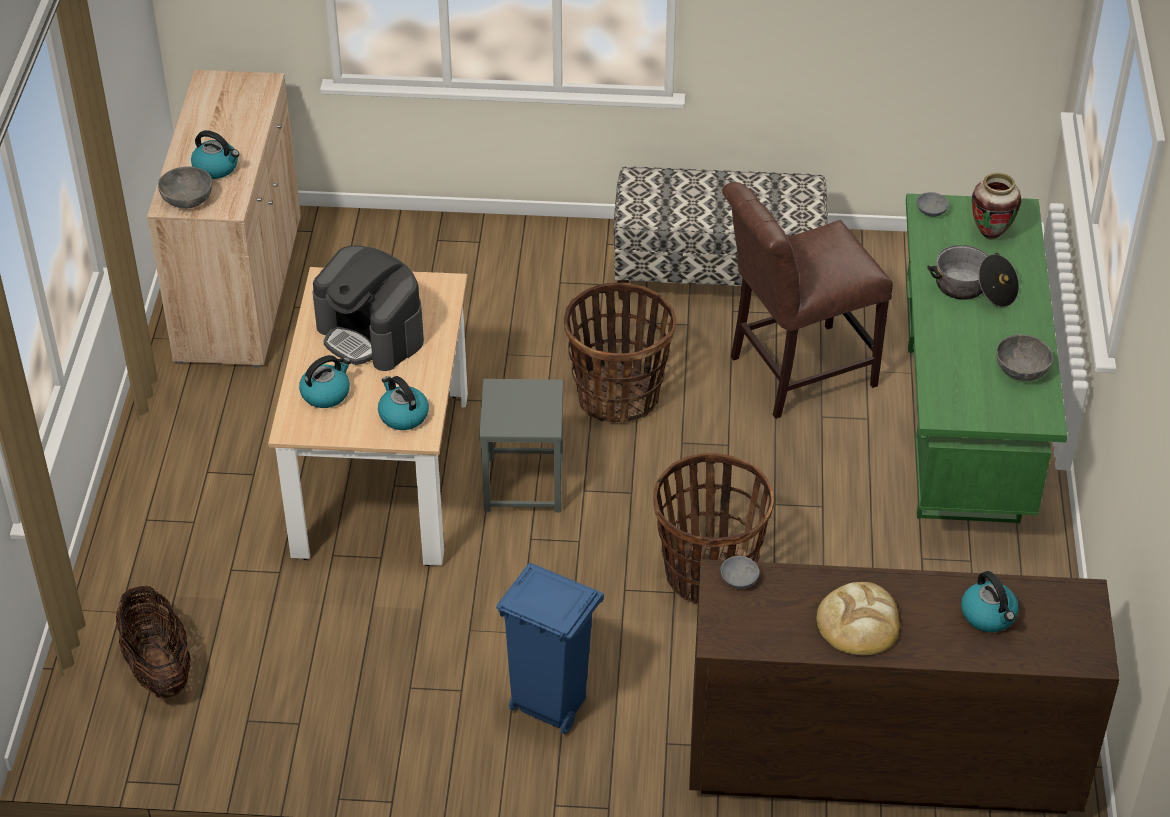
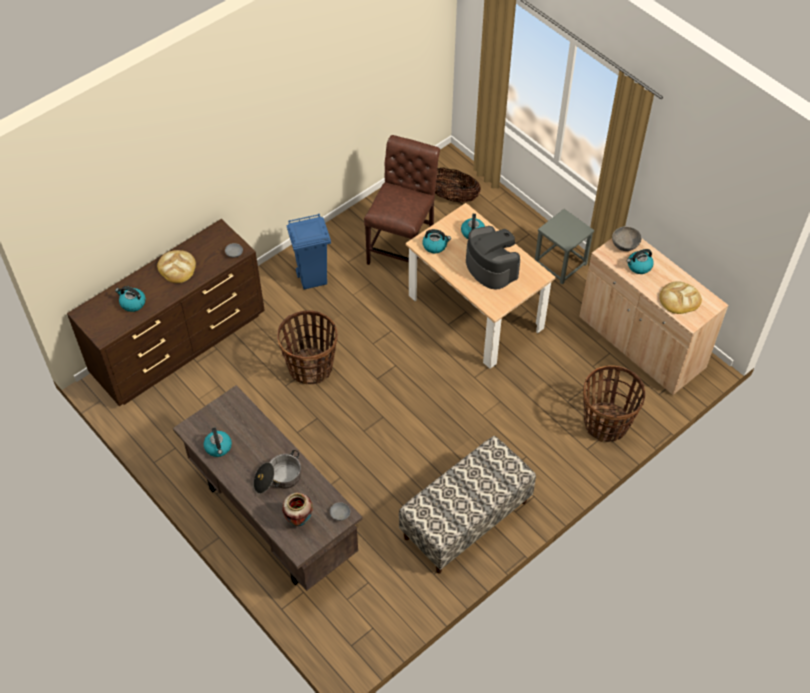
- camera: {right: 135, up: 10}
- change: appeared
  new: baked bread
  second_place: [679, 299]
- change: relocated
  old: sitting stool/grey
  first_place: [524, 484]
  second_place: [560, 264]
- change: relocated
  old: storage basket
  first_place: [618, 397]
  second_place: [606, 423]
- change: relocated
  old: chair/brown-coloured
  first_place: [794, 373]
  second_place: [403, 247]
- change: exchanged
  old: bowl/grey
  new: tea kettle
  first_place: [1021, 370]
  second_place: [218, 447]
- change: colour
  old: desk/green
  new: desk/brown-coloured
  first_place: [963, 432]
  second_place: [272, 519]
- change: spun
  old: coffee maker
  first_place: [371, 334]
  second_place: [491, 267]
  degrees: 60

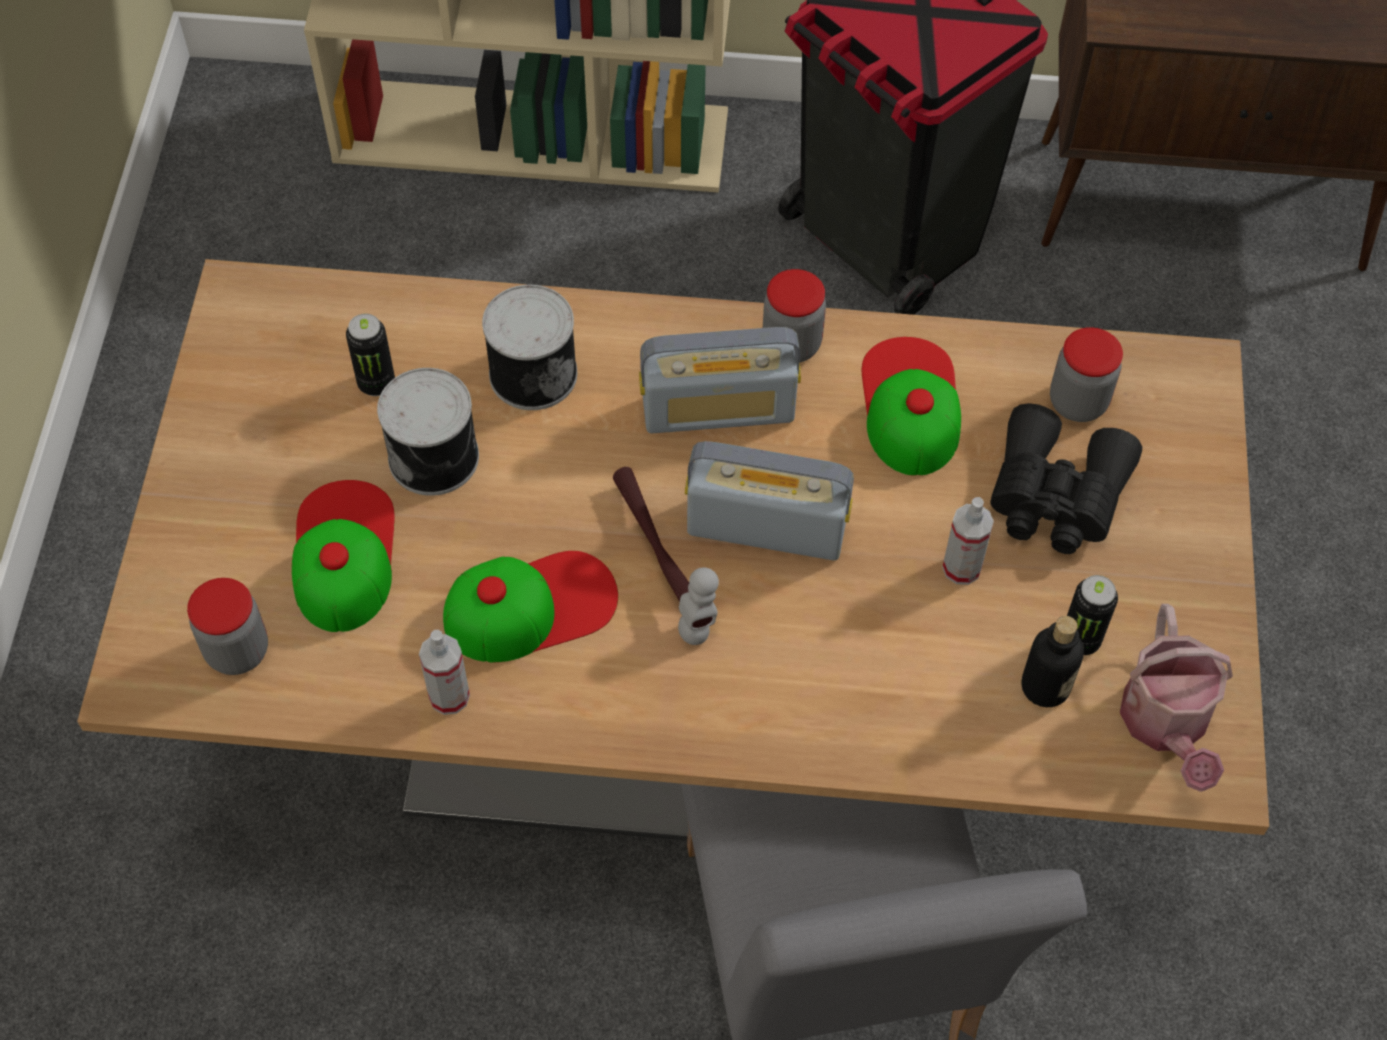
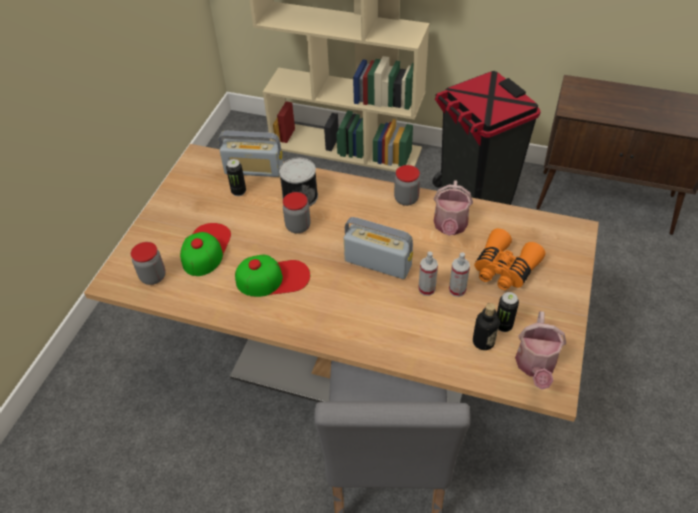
- camera: {right: 15, up: -10}
- change: missing
  old: sealed can
  first_place: [436, 456]
- change: missing
  old: hammer
  first_place: [663, 562]
- change: relocated
  old: hand sprayer
  first_place: [449, 696]
  second_place: [426, 289]
- change: relocated
  old: radio set
  first_place: [718, 409]
  second_place: [254, 170]
- change: relocated
  old: jar
  first_place: [1078, 402]
  second_place: [298, 226]
- change: exchanged
  old: peaked cap
  new: sprinkling can
  first_place: [910, 405]
  second_place: [450, 227]
- change: colour
  old: field glasses/blackish
  new: field glasses/orangey
  first_place: [1055, 497]
  second_place: [504, 269]

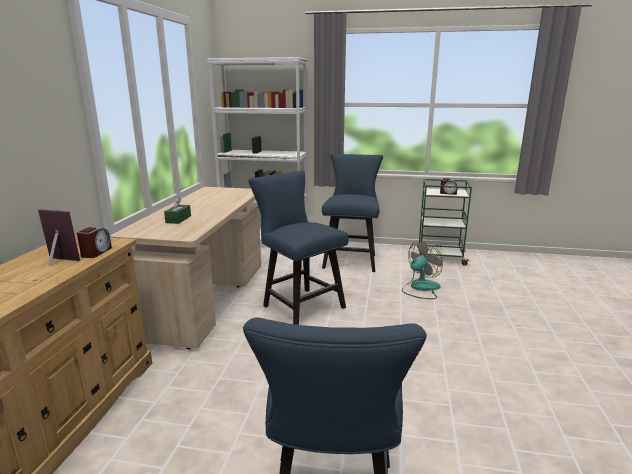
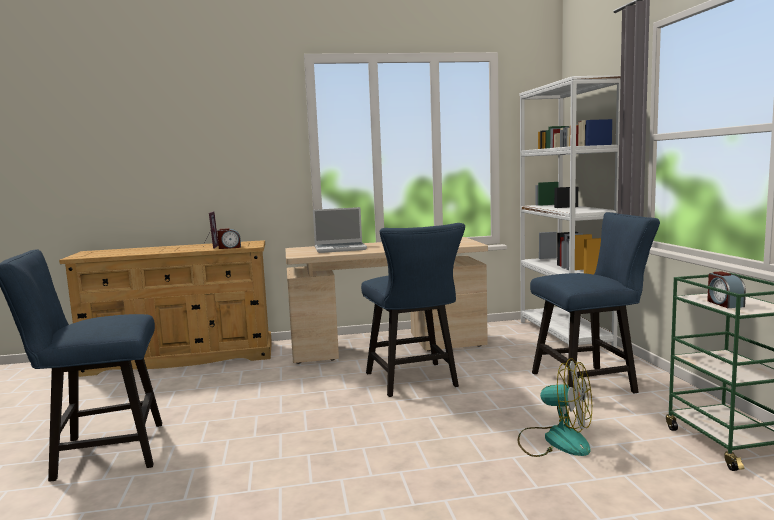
- camera: {right: 70, up: -10}
- change: exchanged
  old: box of tissues/green
  new: portable computer
  first_place: [178, 219]
  second_place: [341, 248]
- change: spun
  old: chair/blue
  first_place: [299, 305]
  second_place: [414, 382]
  degrees: 135

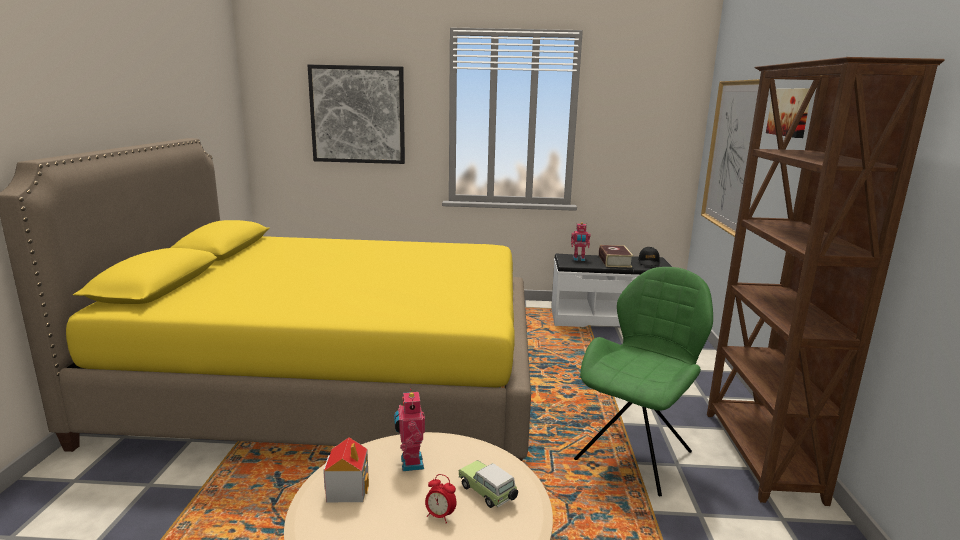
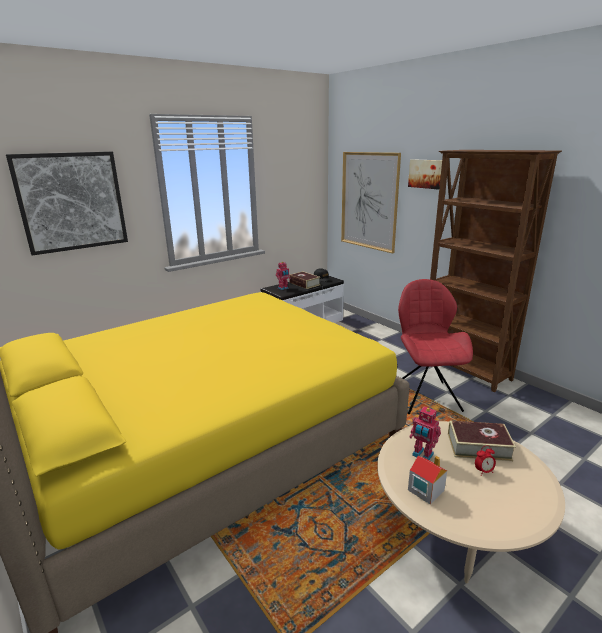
- camera: {right: -40, up: 5}
- change: exchanged
  old: miniature car
  new: volume
  first_place: [488, 493]
  second_place: [478, 446]
- change: colour
  old: chair/green
  new: chair/reddish
  first_place: [635, 454]
  second_place: [425, 396]

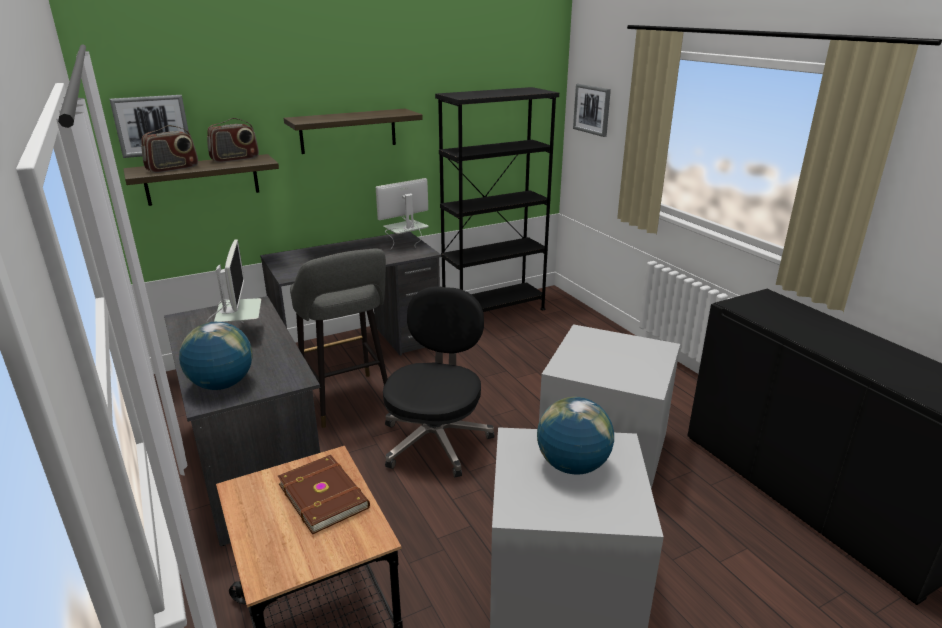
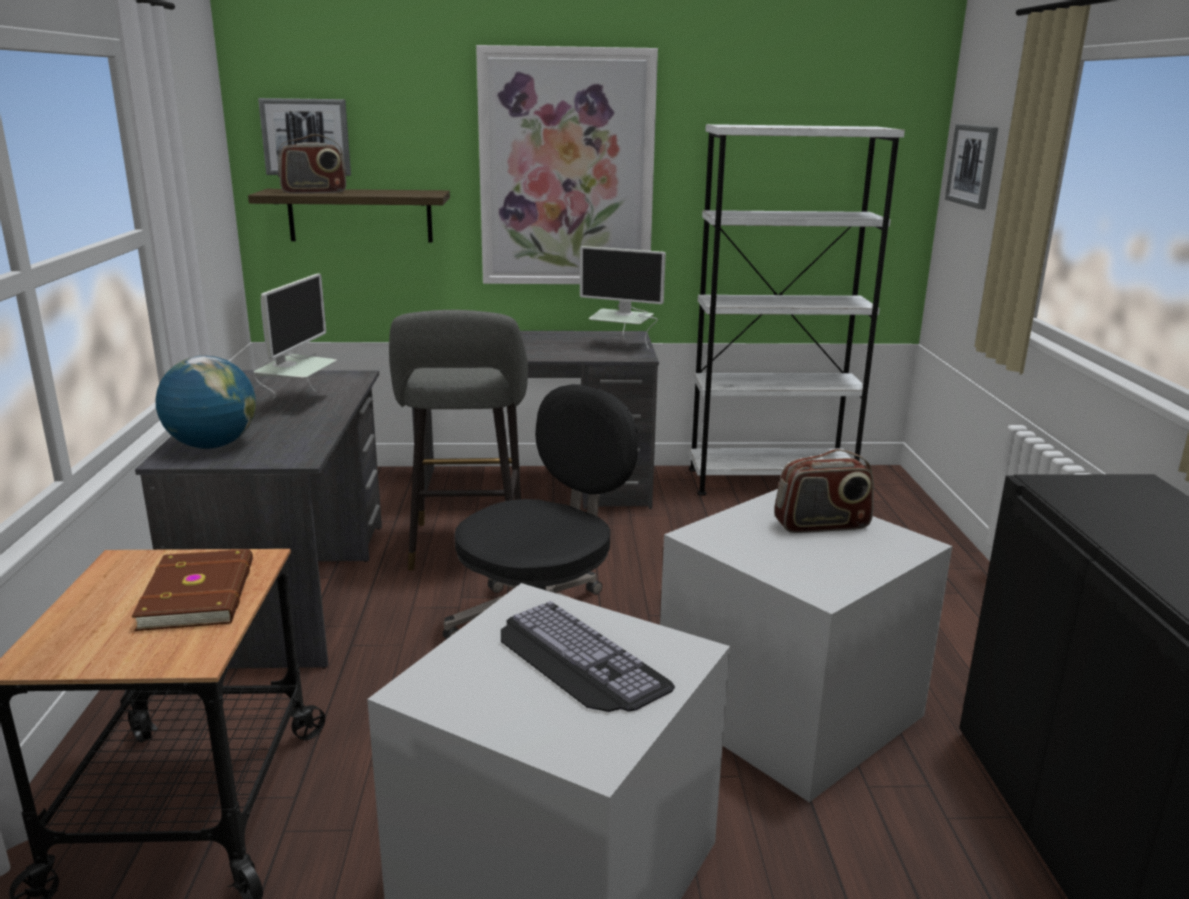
- camera: {right: 25, up: -5}
- change: relocated
  old: radio set
  first_place: [235, 159]
  second_place: [822, 525]
- change: exchanged
  old: bracket shelf
  new: picture
  first_place: [348, 131]
  second_place: [566, 169]
- change: exchanged
  old: desk globe
  new: PC keyboard
  first_place: [572, 465]
  second_place: [574, 658]
- change: colour
  old: bookshelf/blackish
  new: bookshelf/whitish
  first_place: [493, 311]
  second_place: [770, 481]
- change: spun
  old: computer display
  first_place: [406, 246]
  second_place: [621, 346]
  degrees: -150

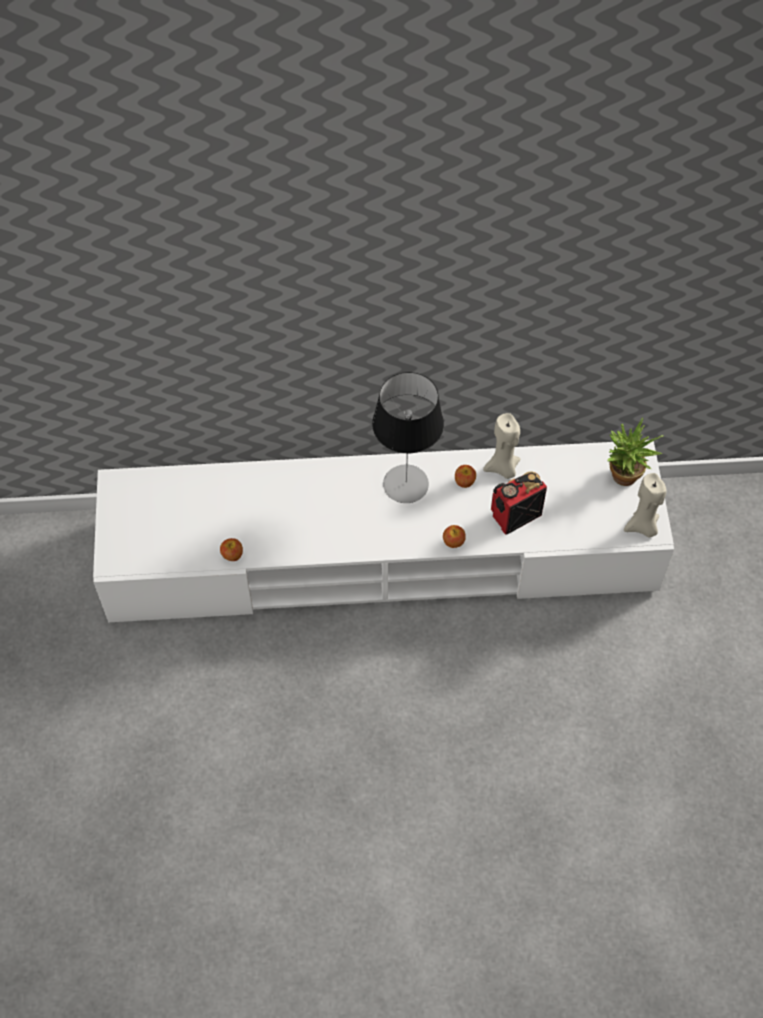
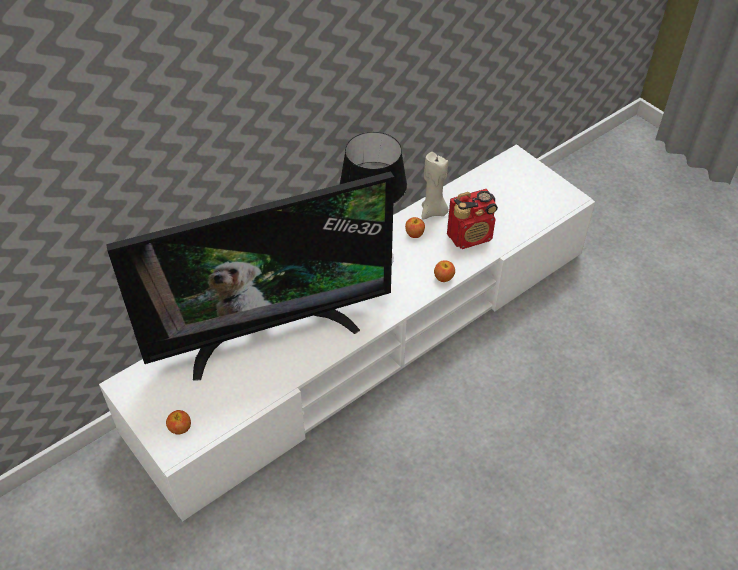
- camera: {right: -35, up: -10}
- change: missing
  old: potted plant
  first_place: [622, 479]
- change: missing
  old: wax candle/beige-coloured
  first_place: [642, 527]
- change: appeared
  new: TV
  second_place: [269, 332]
- change: relocated
  old: apple fruit
  first_place: [232, 555]
  second_place: [180, 428]
- change: spun
  old: radio set
  first_place: [514, 515]
  second_place: [470, 237]
  degrees: -135

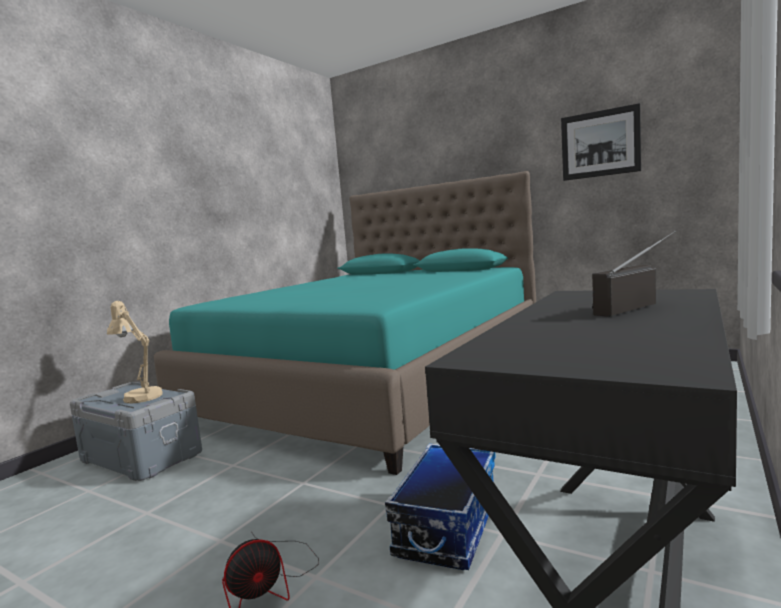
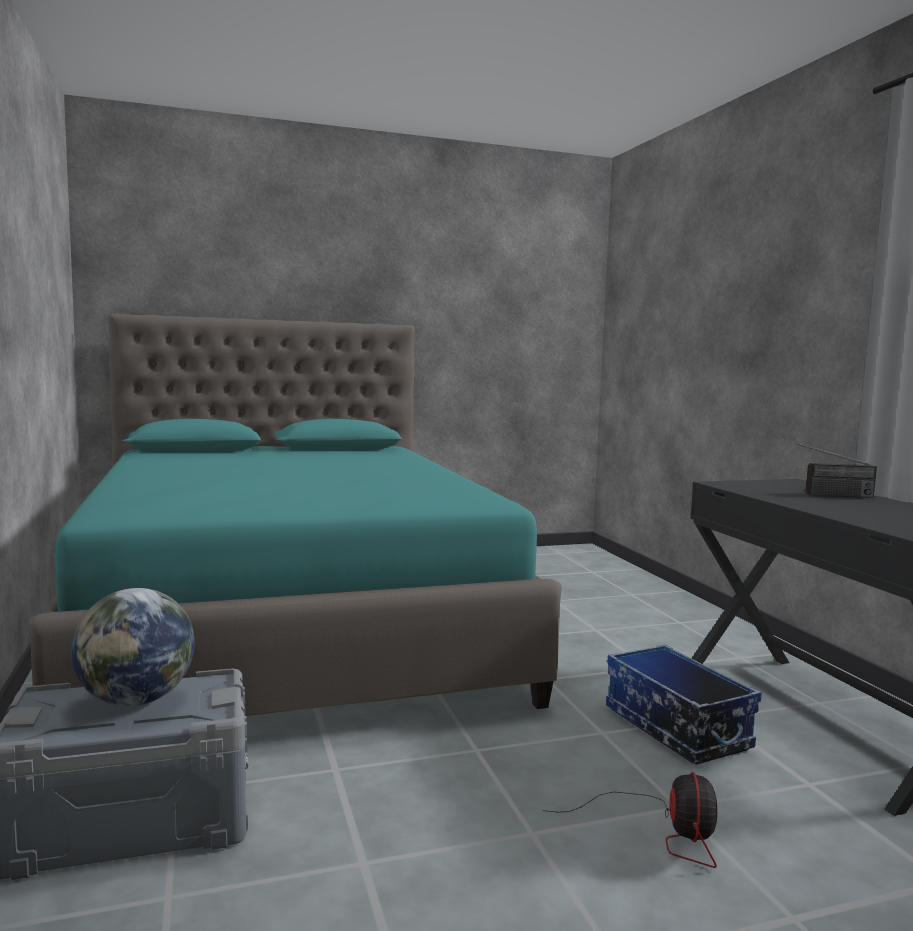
- camera: {right: -50, up: 0}
- change: missing
  old: picture
  first_place: [600, 144]
- change: exchanged
  old: table lamp/beige-coloured
  new: desk globe
  first_place: [139, 396]
  second_place: [136, 700]
- change: spun
  old: radio set
  first_place: [635, 306]
  second_place: [822, 494]
  degrees: -90

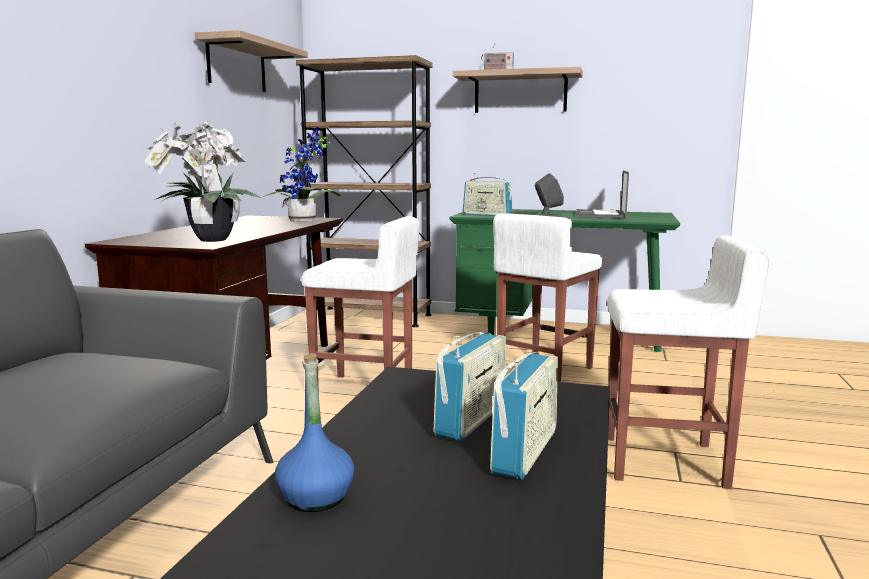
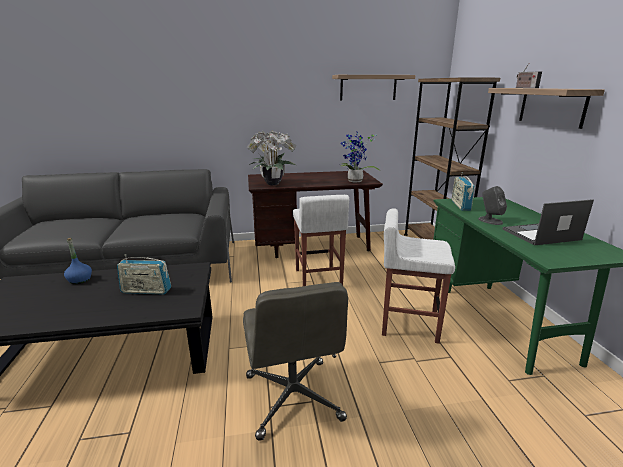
- camera: {right: 65, up: 10}
- change: missing
  old: radio set
  first_place: [525, 452]
- change: exchanged
  old: sitting stool/whitish
  new: computer chair/grey
  first_place: [666, 462]
  second_place: [293, 398]

